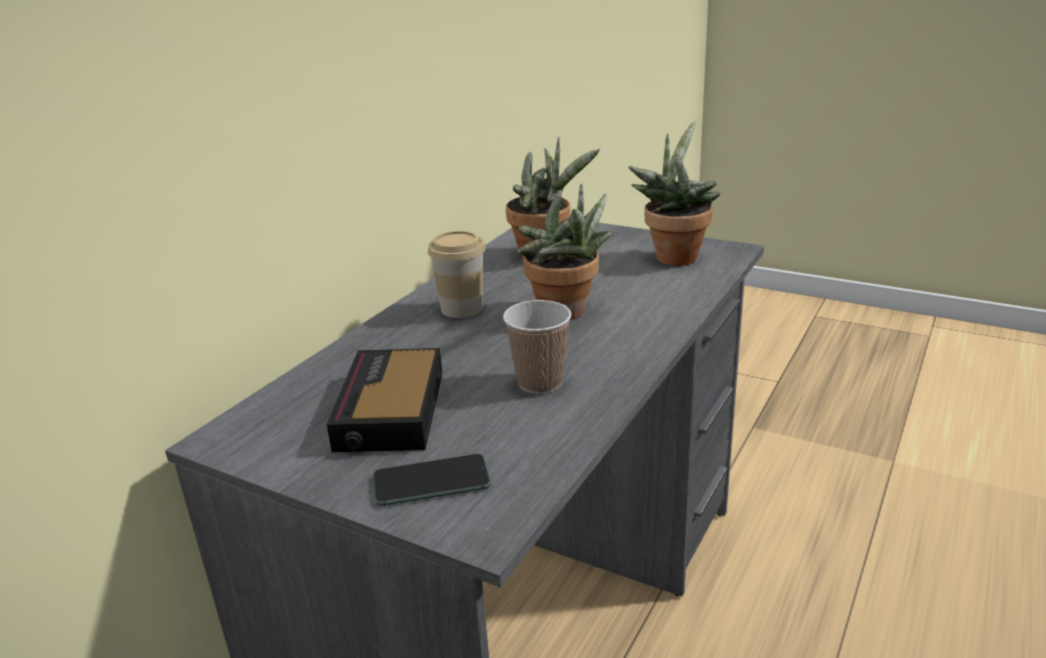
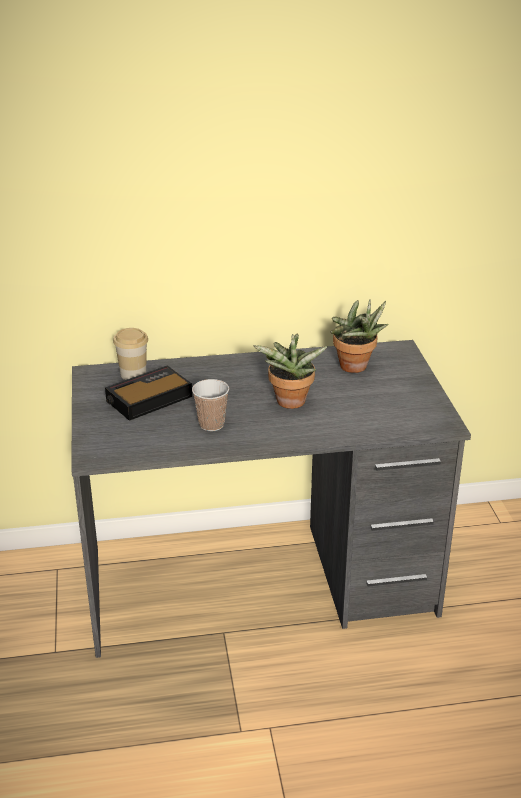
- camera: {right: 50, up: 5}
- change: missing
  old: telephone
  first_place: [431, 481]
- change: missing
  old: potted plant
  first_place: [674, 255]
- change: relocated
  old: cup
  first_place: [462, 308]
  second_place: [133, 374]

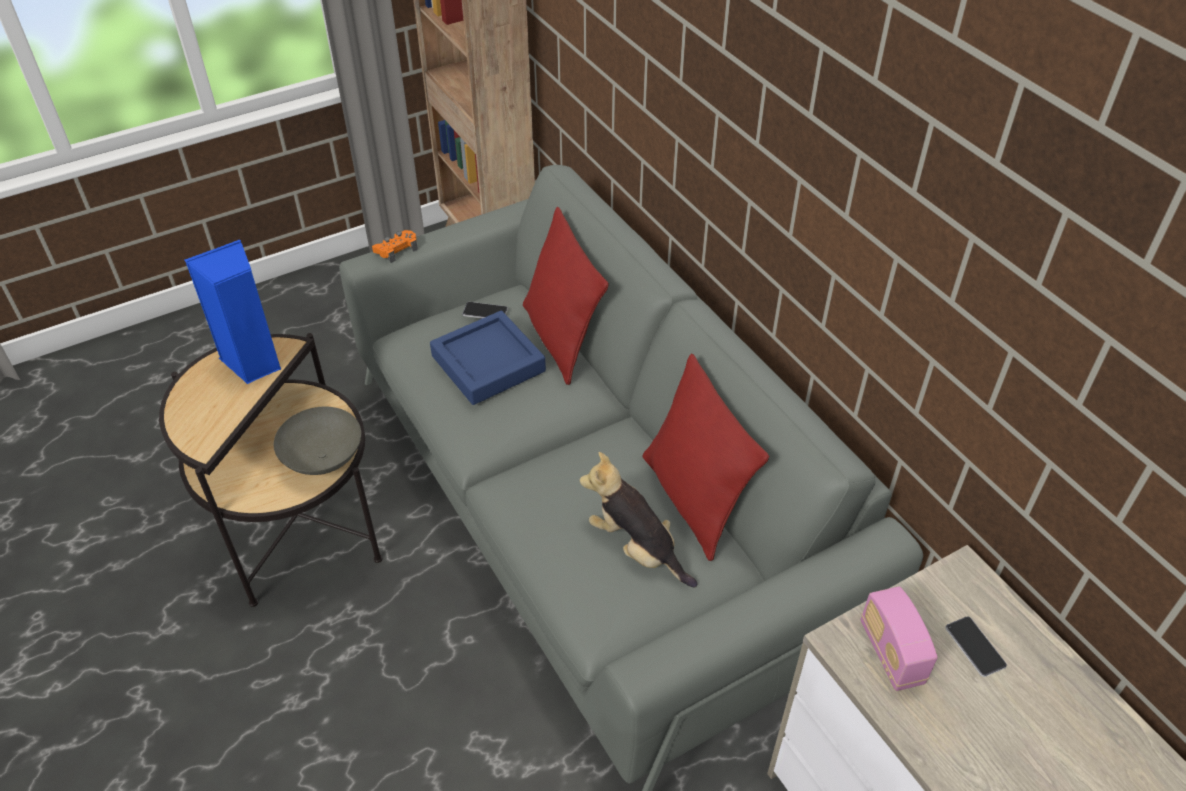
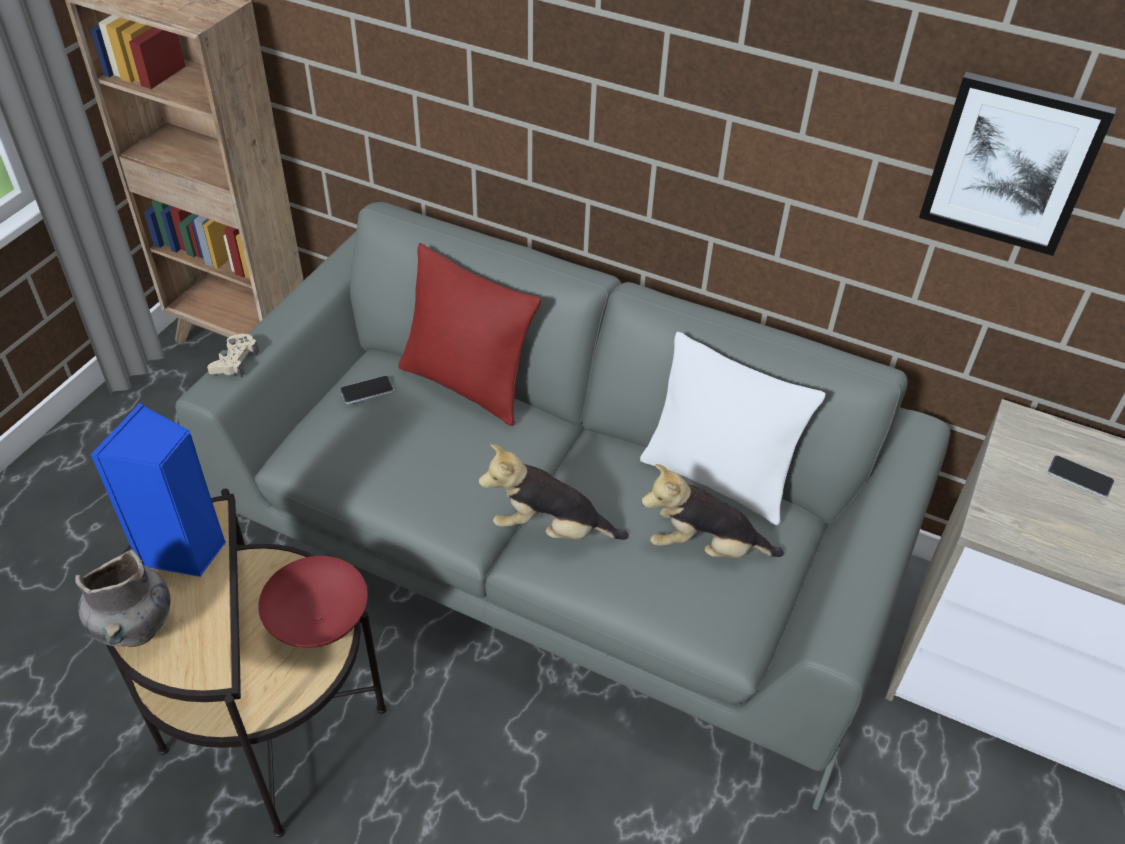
- camera: {right: -35, up: 0}
- change: missing
  old: carrying tray/blue
  first_place: [488, 363]
- change: missing
  old: radio set
  first_place: [891, 653]
- change: appeared
  new: decorative vase/grey
  second_place: [136, 628]
- change: appeared
  new: plush toy
  second_place: [550, 529]
- change: appeared
  new: picture
  second_place: [1011, 163]
- change: colour
  old: bowl/grey
  new: bowl/reddish
  first_place: [323, 460]
  second_place: [319, 622]
- change: colour
  old: joypad/orangey
  new: joypad/beige-coloured
  first_place: [396, 249]
  second_place: [234, 361]
- change: colour
  old: cushion/reddish
  new: cushion/whitish
  first_place: [693, 500]
  second_place: [717, 478]

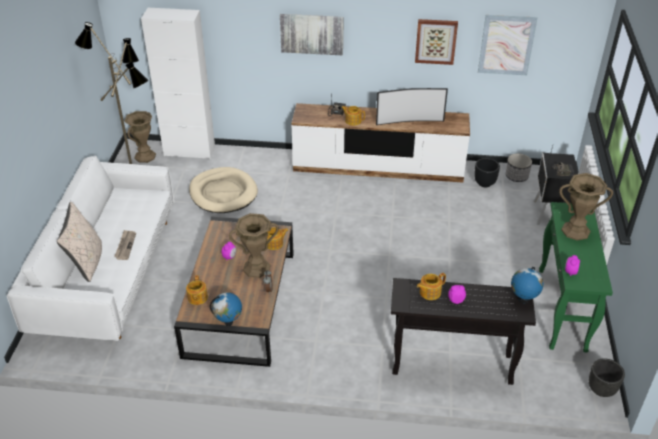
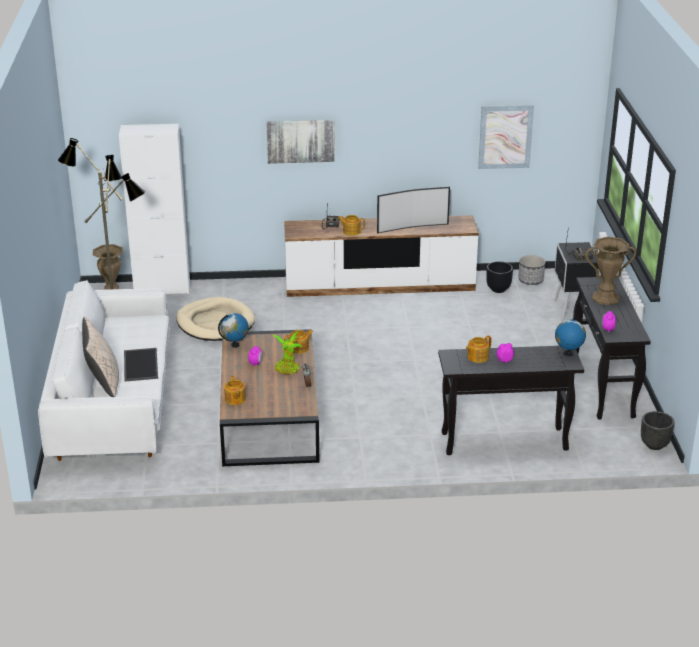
- camera: {right: -10, up: -10}
- change: missing
  old: picture
  first_place: [436, 41]
- change: relocated
  old: desk globe
  first_place: [228, 322]
  second_place: [235, 345]
- change: exchanged
  old: printed paper
  new: carrying tray
  first_place: [125, 246]
  second_place: [139, 364]
- change: exchanged
  old: decorative vase/brown-coloured
  new: potted plant
  first_place: [256, 268]
  second_place: [288, 370]
- change: colour
  old: hall table/green
  new: hall table/blackish
  first_place: [562, 310]
  second_place: [603, 387]

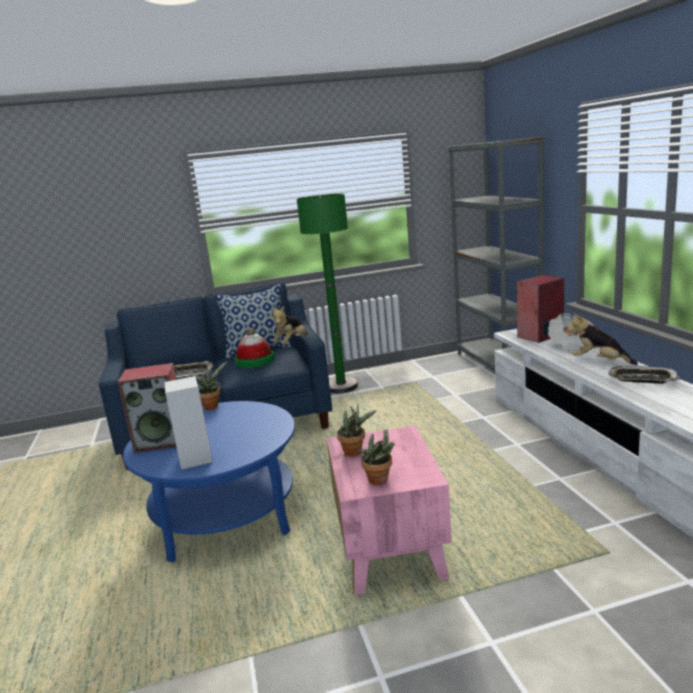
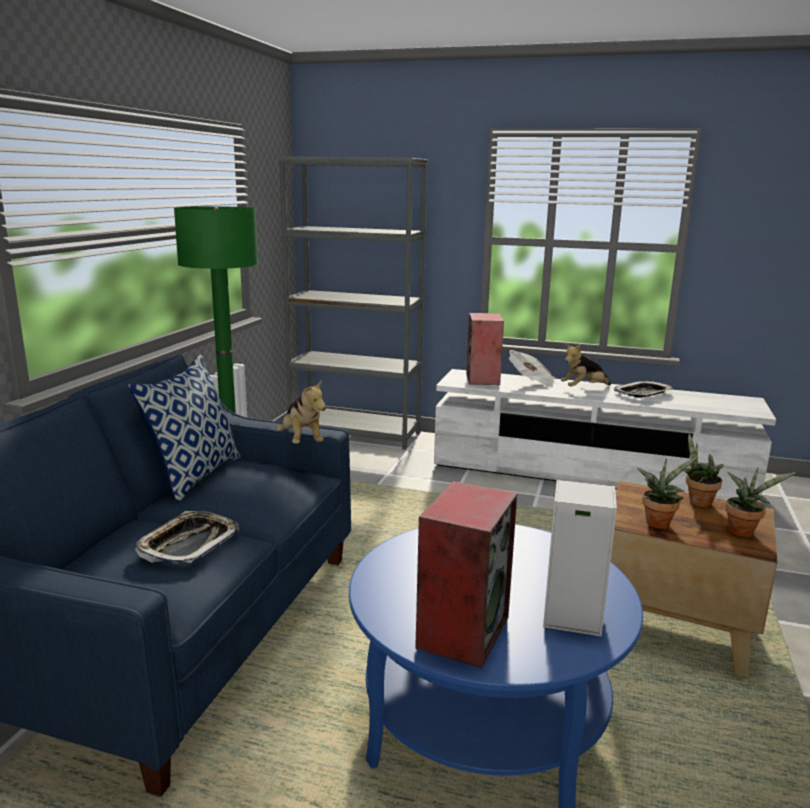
- camera: {right: -60, up: 0}
- change: missing
  old: hat
  first_place: [255, 361]
- change: relocated
  old: potted plant
  first_place: [212, 406]
  second_place: [697, 501]
- change: colour
  old: side table/pink
  new: side table/brown-coloured
  first_place: [390, 547]
  second_place: [670, 625]

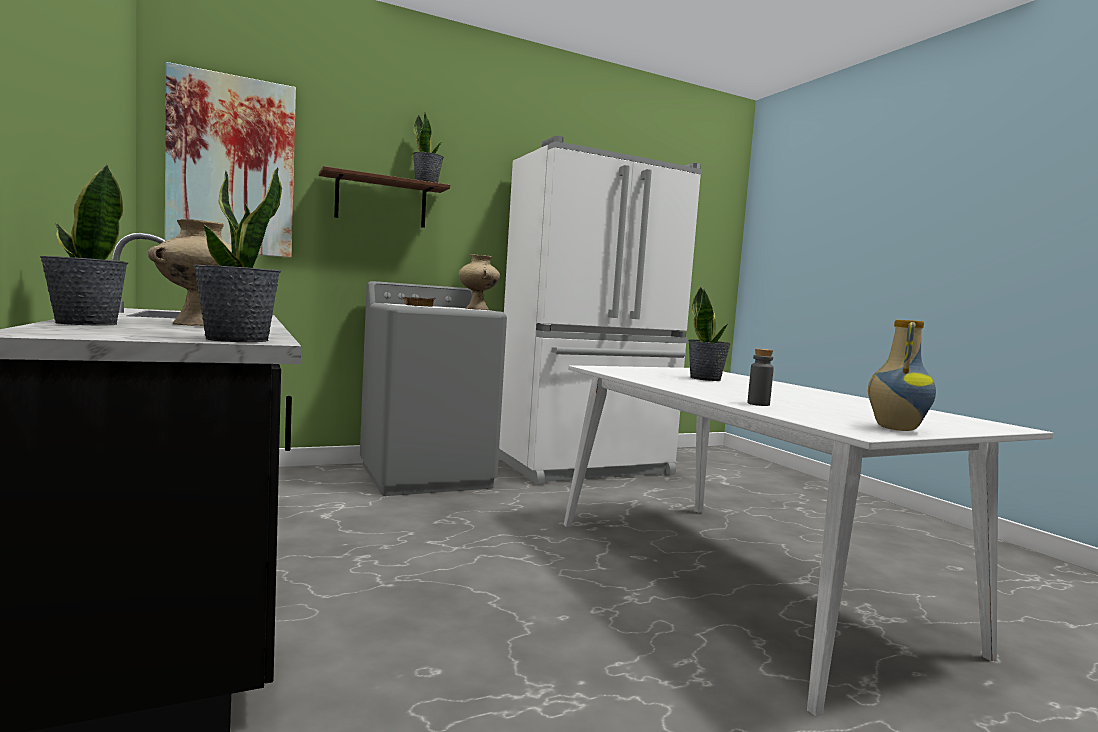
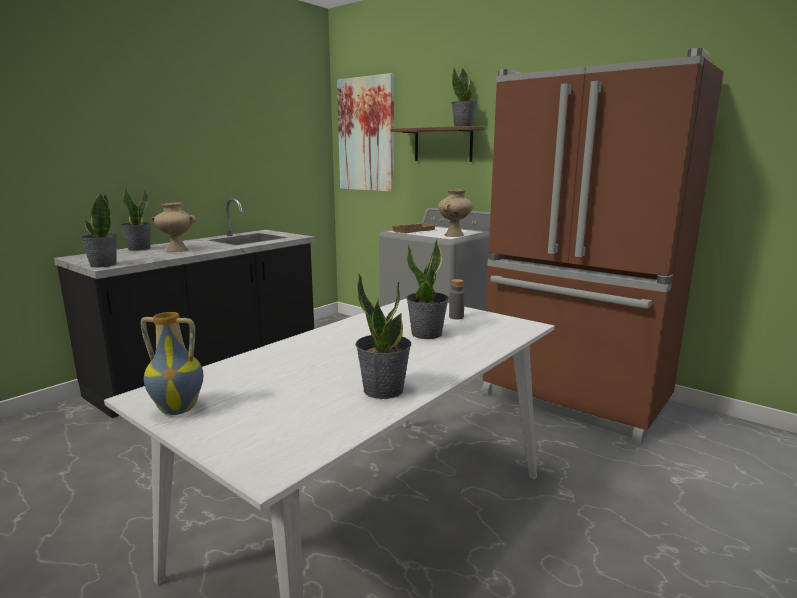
- camera: {right: 65, up: 10}
- change: appeared
  new: potted plant
  second_place: [383, 389]
- change: relocated
  old: beverage bottle/grey
  first_place: [758, 404]
  second_place: [456, 317]
- change: colour
  old: refrigerator/whitish
  new: refrigerator/brown-coloured
  first_place: [587, 467]
  second_place: [573, 399]

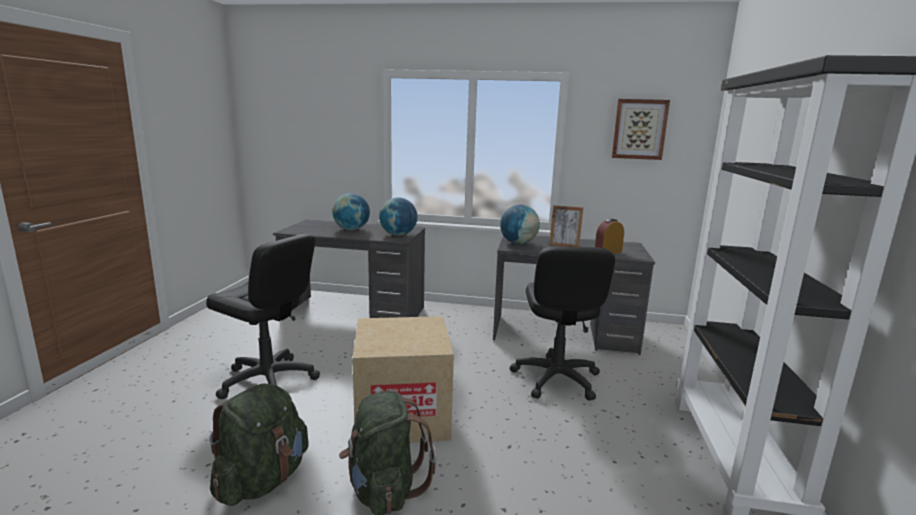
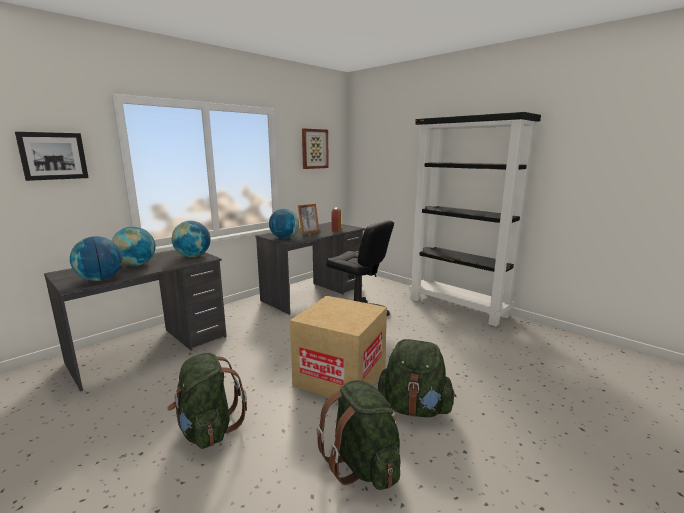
- camera: {right: -55, up: 0}
- change: appeared
  new: picture
  second_place: [53, 156]
- change: appeared
  new: desk globe
  second_place: [100, 279]
- change: exchanged
  old: computer chair/blackish
  new: knapsack/green
  first_place: [268, 381]
  second_place: [208, 429]

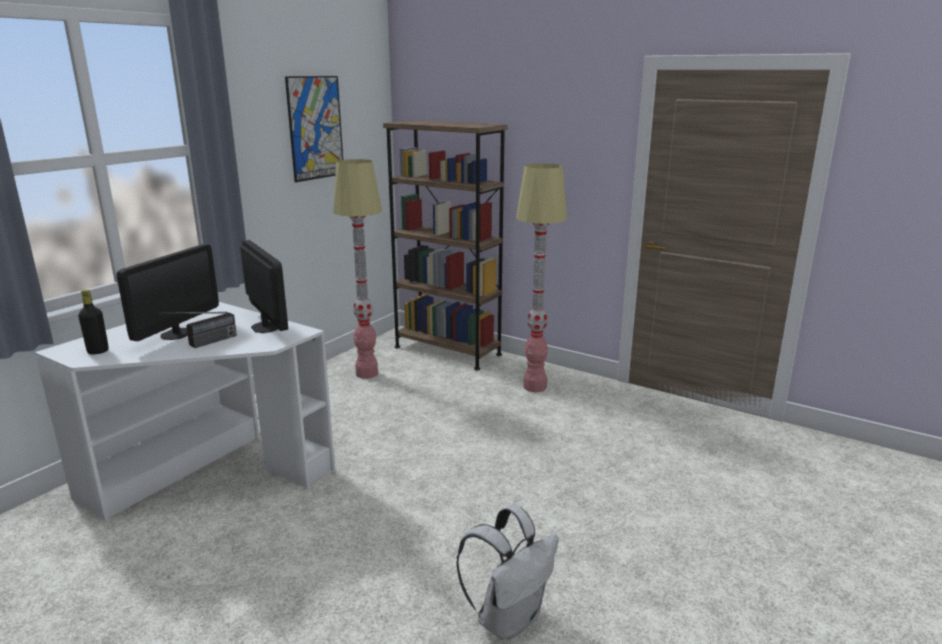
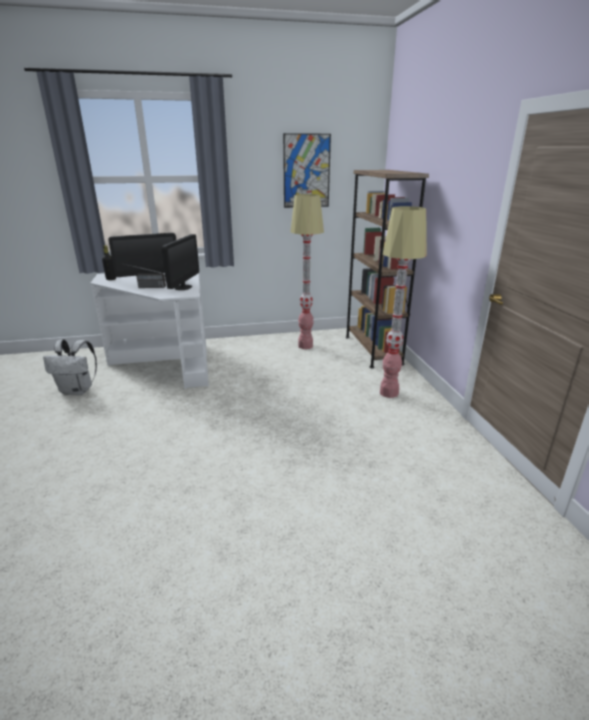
- camera: {right: 45, up: 5}
- change: relocated
  old: knapsack/whitish
  first_place: [509, 618]
  second_place: [78, 390]

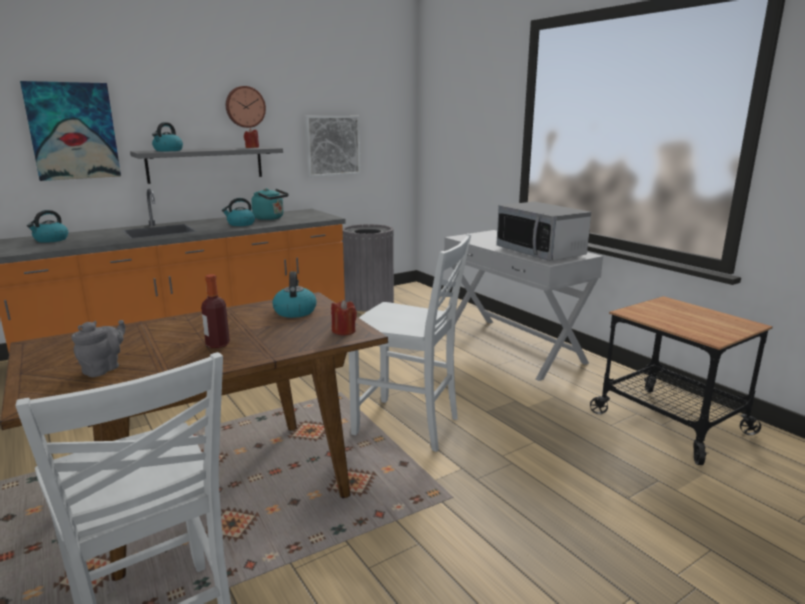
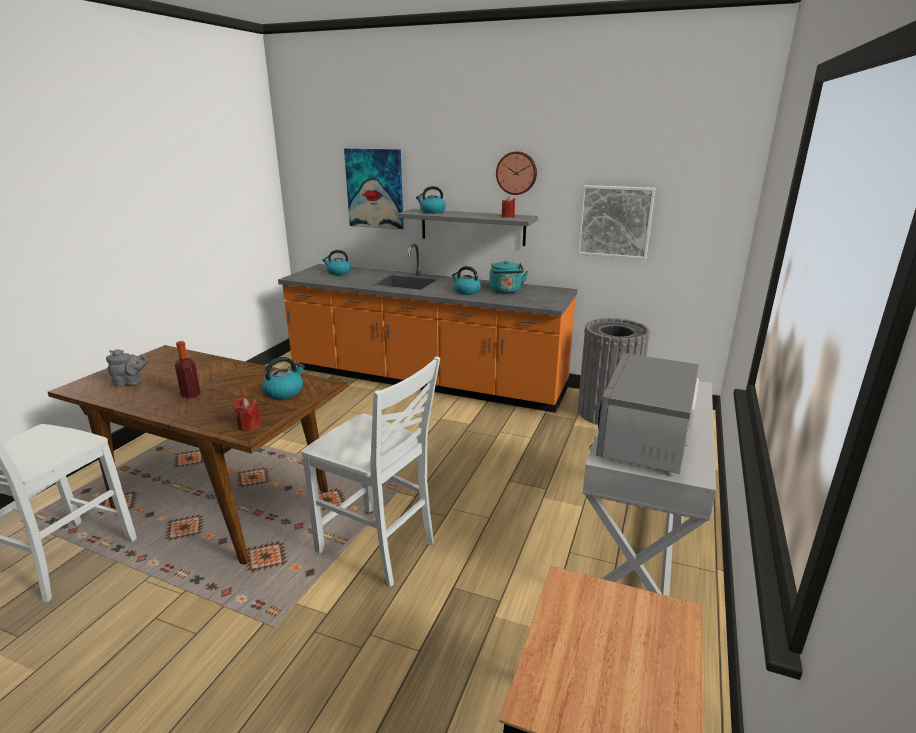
- camera: {right: 55, up: 5}
- change: spun
  old: chair/whitish
  first_place: [408, 426]
  second_place: [378, 547]
  degrees: -45

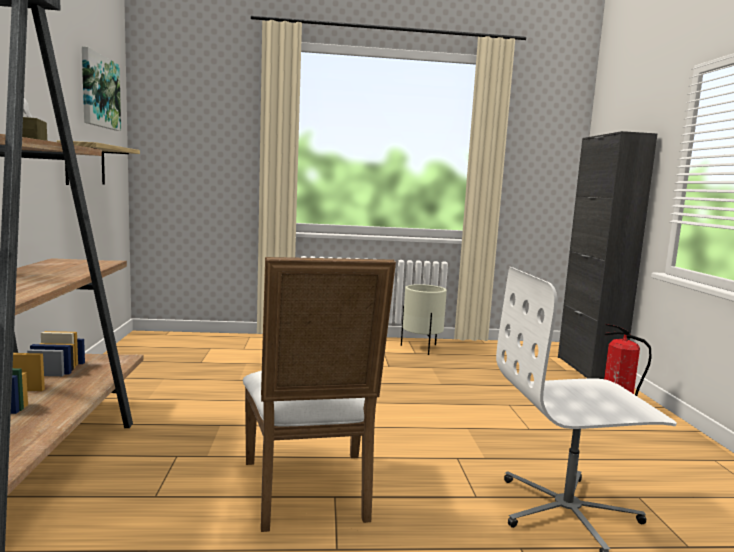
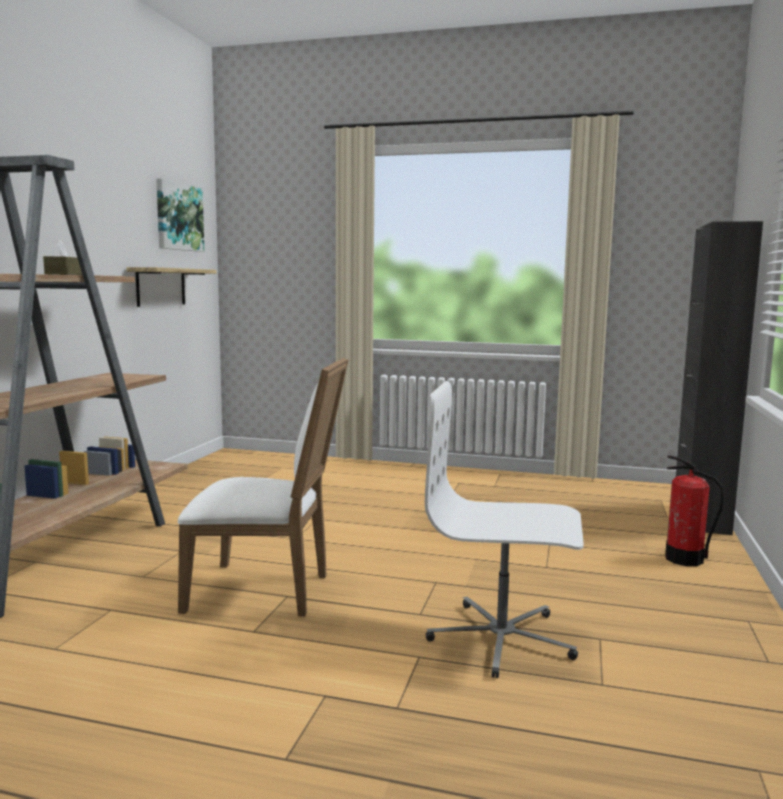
- camera: {right: 20, up: 0}
- change: missing
  old: planter/beige-coloured
  first_place: [421, 348]
- change: spun
  old: chair/whitish
  first_place: [310, 494]
  second_place: [267, 591]
  degrees: -90

